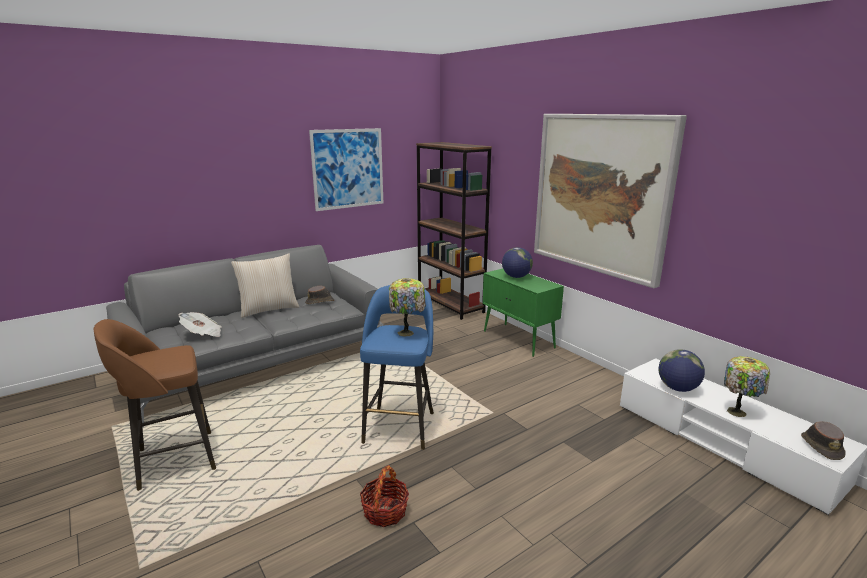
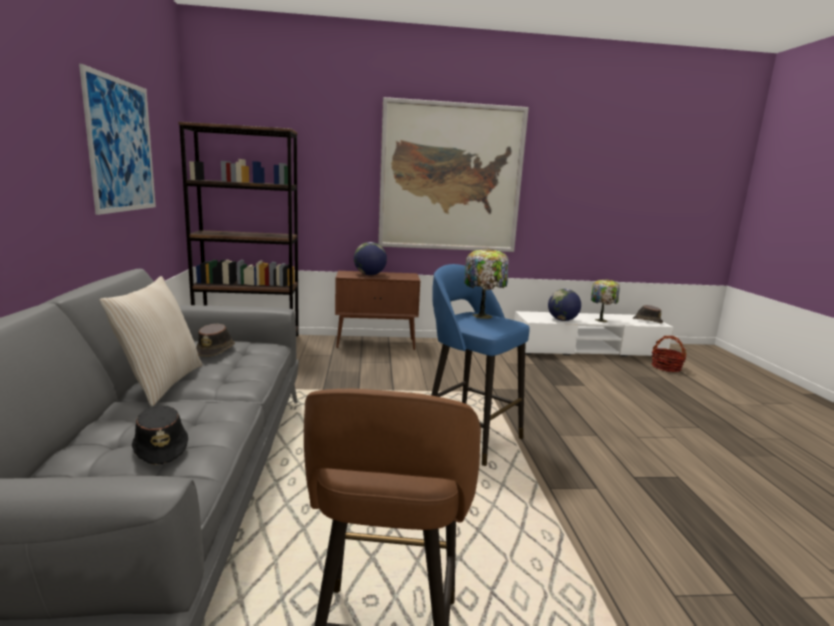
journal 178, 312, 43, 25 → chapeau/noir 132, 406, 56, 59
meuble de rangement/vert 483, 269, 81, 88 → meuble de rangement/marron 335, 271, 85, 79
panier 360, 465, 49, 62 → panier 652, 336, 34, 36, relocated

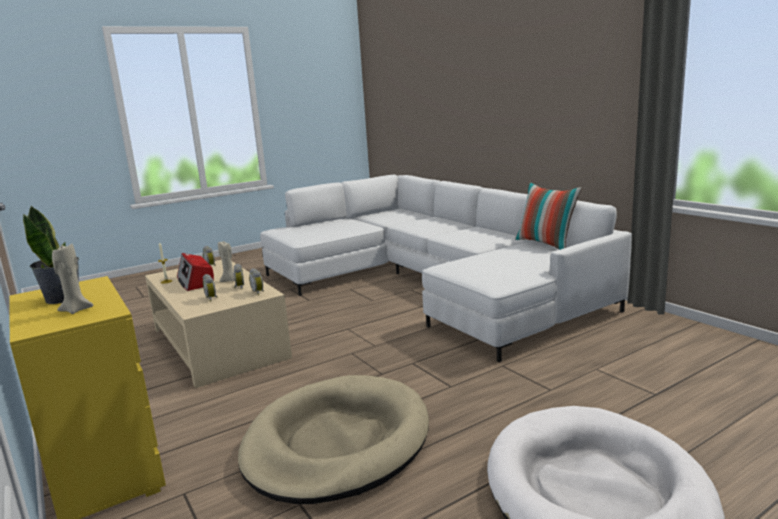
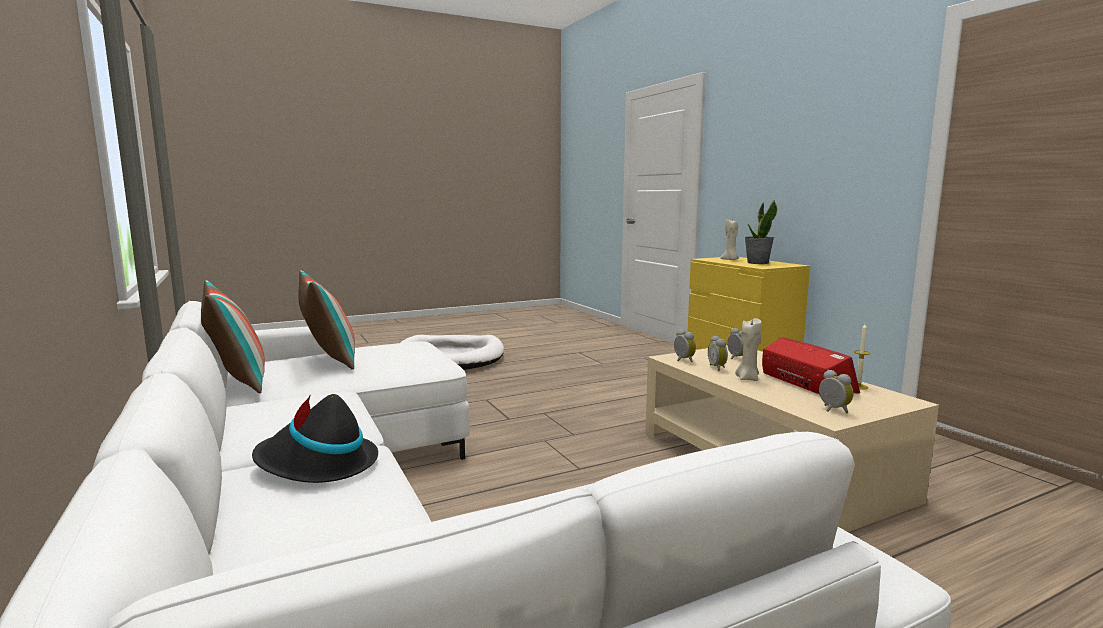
- → chapeau/noir 252, 394, 126, 89
- → coussin 298, 270, 57, 100
panier pour chien/beige 238, 375, 191, 129 → -

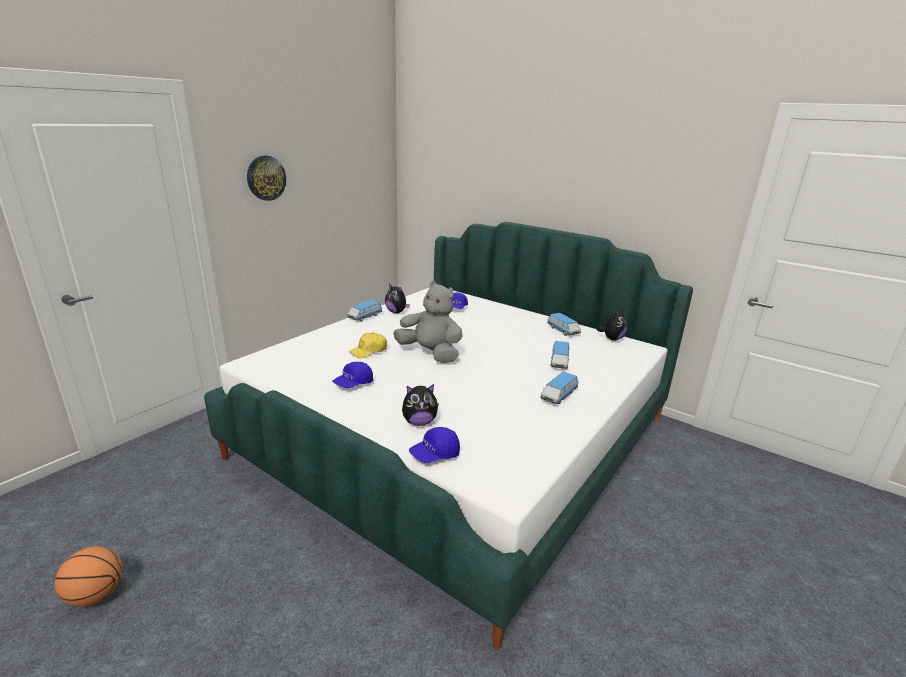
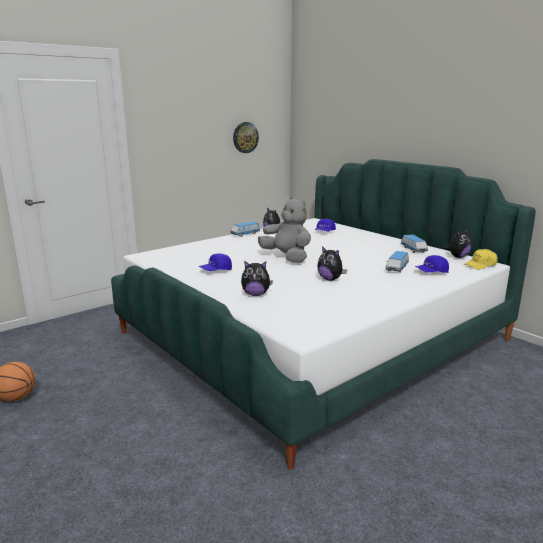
horloge murale 247, 156, 39, 45 → horloge murale 233, 122, 26, 31, relocated
- → peluche 317, 246, 30, 35
casquette/bleu 409, 427, 51, 36 → casquette/bleu 415, 255, 34, 18, relocated
casquette/jaune 349, 332, 38, 26 → casquette/jaune 464, 249, 34, 21, relocated
petite voiture 540, 372, 38, 32 → -

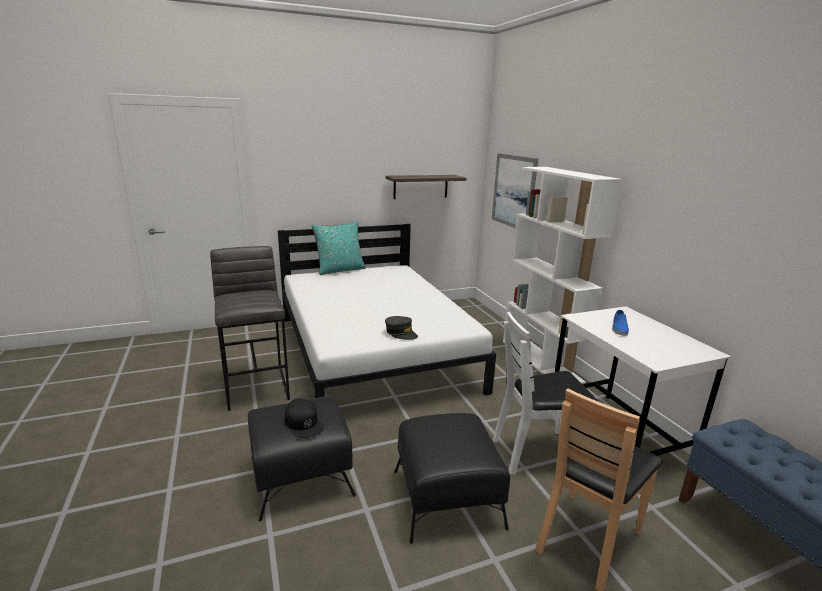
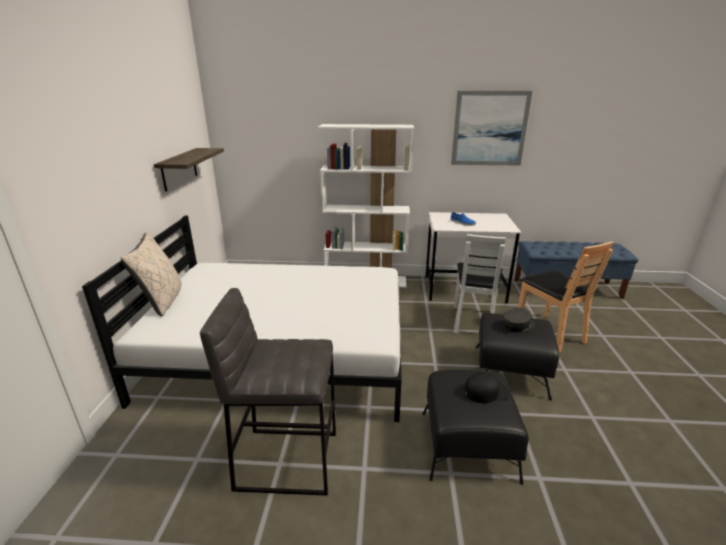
coussin/turquoise 312, 221, 53, 54 → coussin/beige 121, 232, 61, 84
tableau 492, 153, 46, 75 → tableau 451, 91, 81, 75, relocated
casquette/gris 385, 316, 33, 24 → casquette/gris 503, 308, 32, 24, relocated

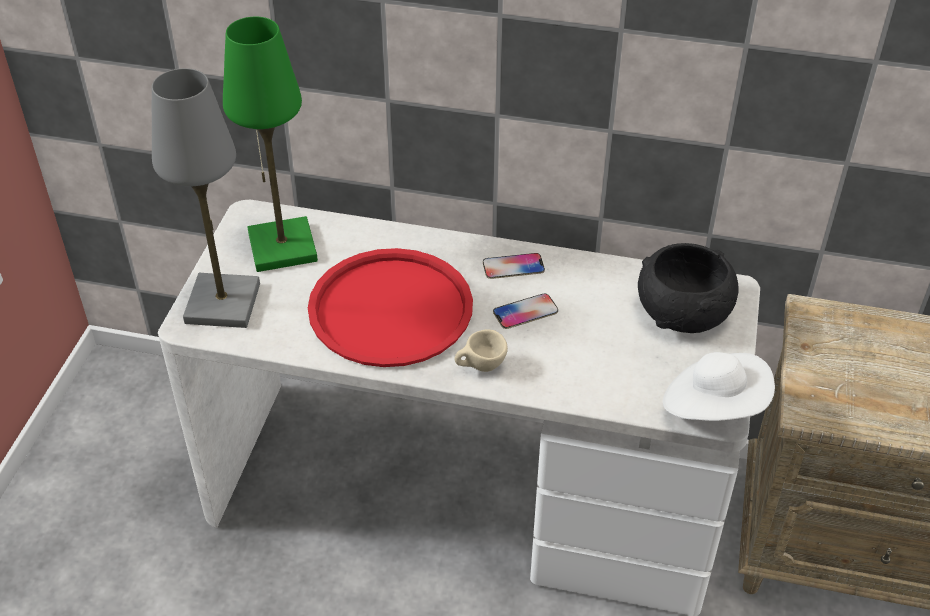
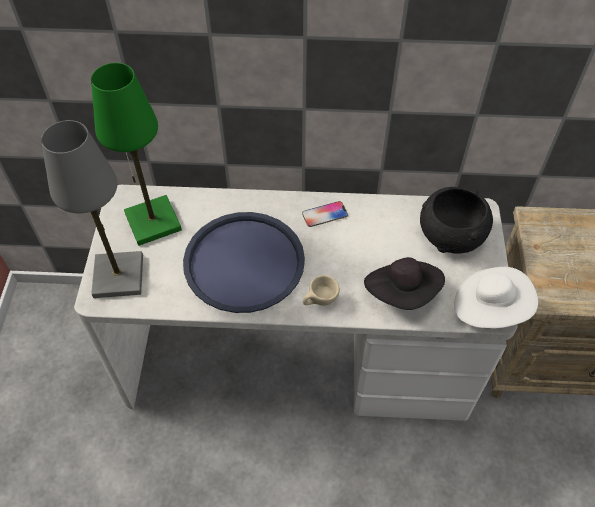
plateau/rouge 308, 248, 165, 119 → plateau/bleu 183, 212, 122, 101
- → chapeau/noir 364, 257, 81, 53
téléphone 493, 294, 65, 35 → -

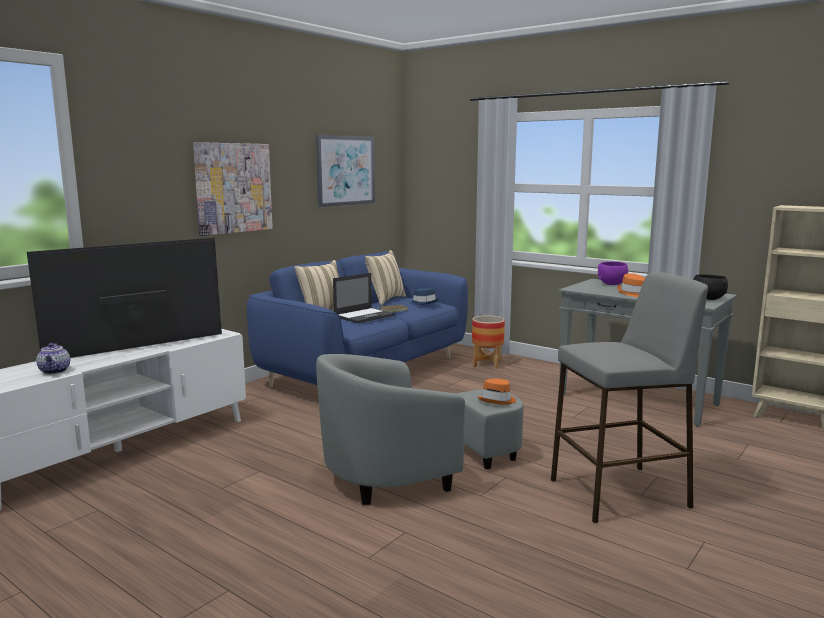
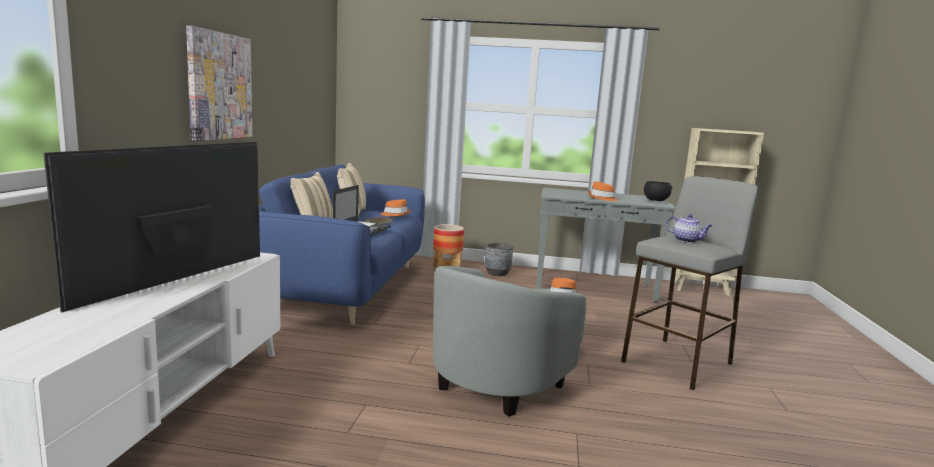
chapeau/bleu 409, 288, 30, 17 → chapeau/orange 380, 199, 30, 18
- → cache-pot/gris 484, 242, 29, 34
théière 36, 343, 34, 31 → théière 666, 214, 47, 29, relocated
tableau 316, 135, 59, 72 → -
bol/violet 598, 262, 30, 23 → -

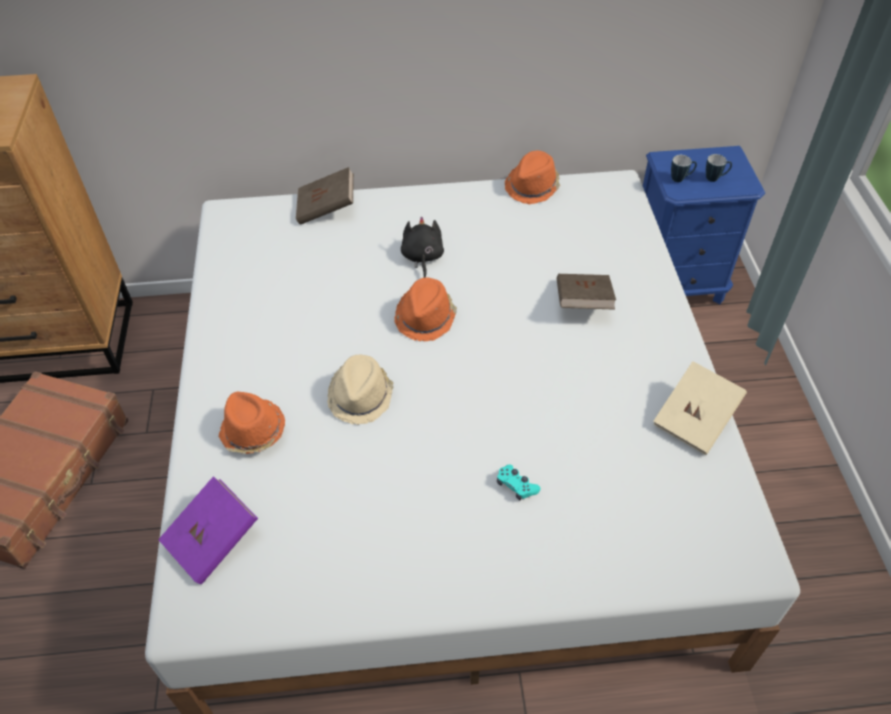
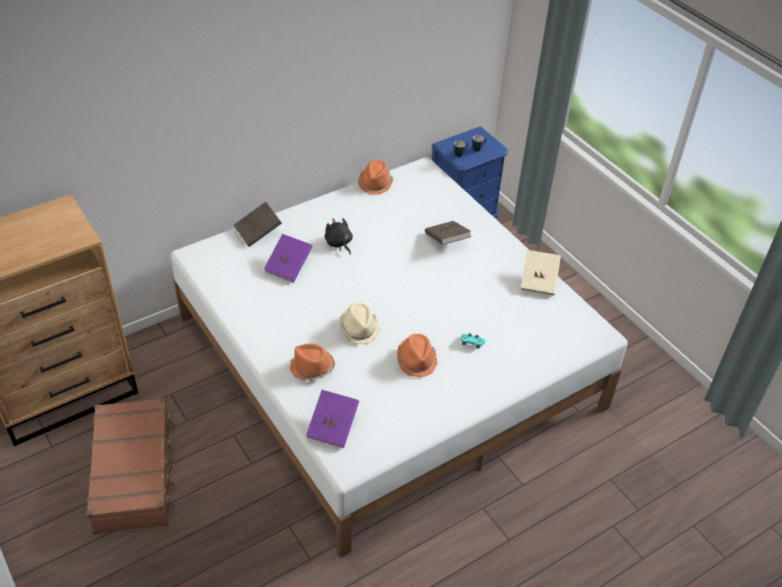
- → livre/violet 264, 234, 48, 49
chapeau/orange 394, 277, 63, 64 → chapeau/orange 397, 334, 41, 44, relocated

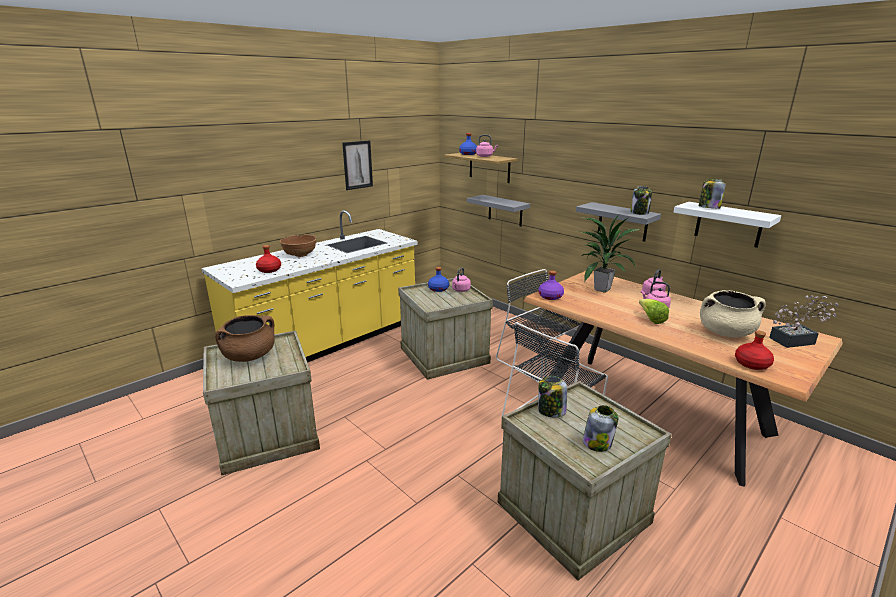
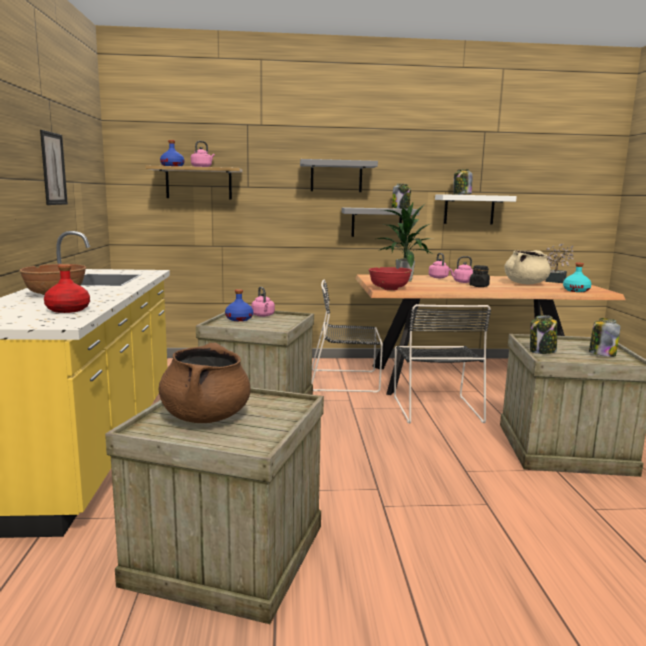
étagère/gris 467, 195, 63, 32 → étagère/gris 300, 159, 78, 33, relocated
bouteille/violet 538, 270, 26, 30 → bol/rouge 369, 267, 43, 23
laitue 639, 299, 30, 25 → bocal/noir 469, 265, 21, 22
bouteille/rouge 735, 331, 39, 39 → bouteille/turquoise 563, 263, 28, 29

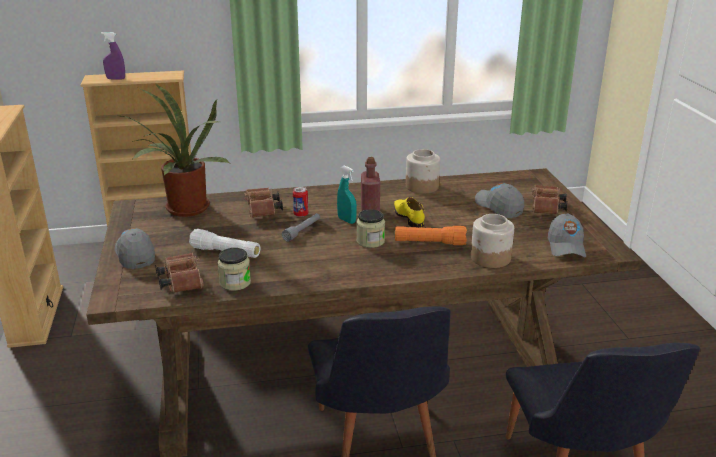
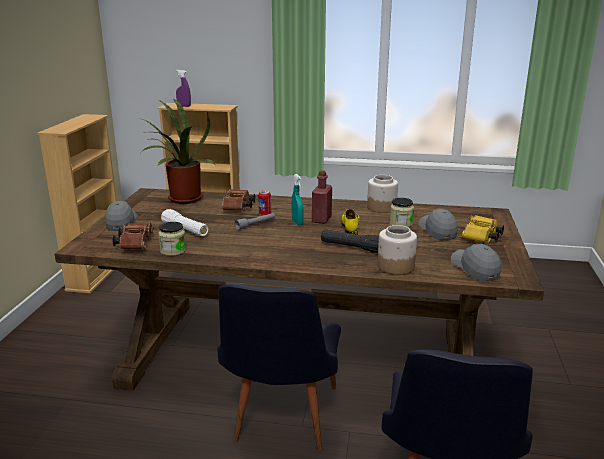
lampe de poche/orange 395, 226, 72, 19 → lampe de poche/noir 321, 229, 58, 24
bocal 356, 209, 29, 39 → bocal 390, 198, 24, 29, relocated
casquette/gris 547, 213, 39, 44 → casquette/gris 451, 244, 50, 37, 135 degrees clockwise
jumelles/marron 532, 185, 36, 29 → jumelles/jaune 462, 215, 42, 28

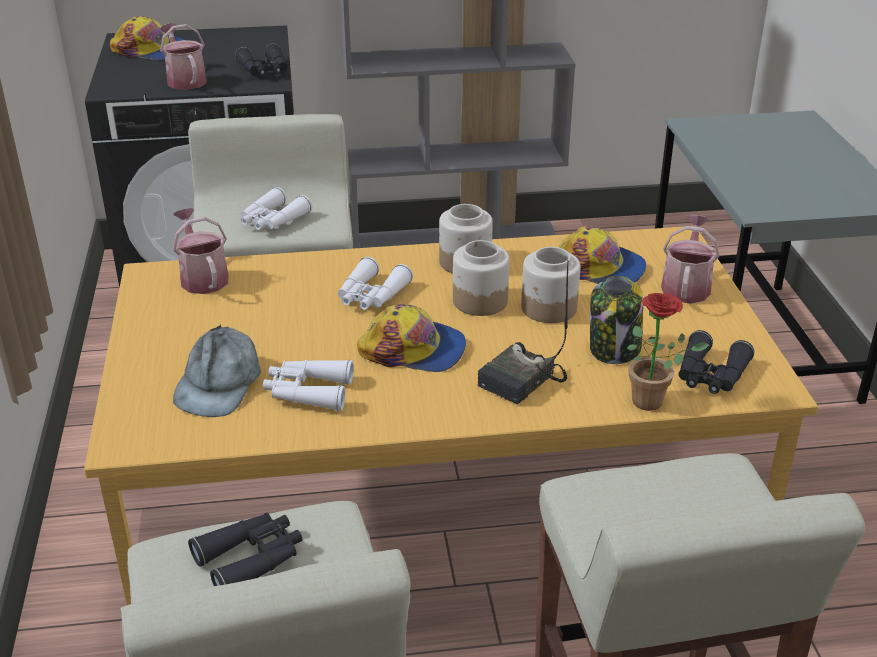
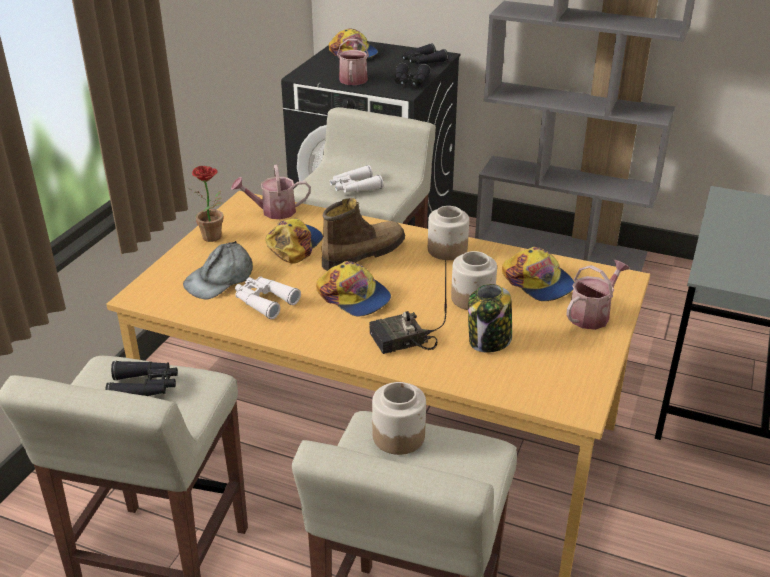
plante en pot 627, 293, 82, 118 → plante en pot 188, 166, 35, 76, relocated
arrosoir 173, 208, 56, 86 → arrosoir 231, 165, 80, 54, 105 degrees counterclockwise
- → casquette 265, 218, 58, 45
jumelles/blanc 338, 257, 75, 53 → botte 321, 198, 84, 73
bocal 453, 240, 57, 76 → bocal 372, 382, 54, 73, relocated
jumelles/noir 678, 330, 76, 64 → jumelles/noir 402, 43, 47, 21, relocated

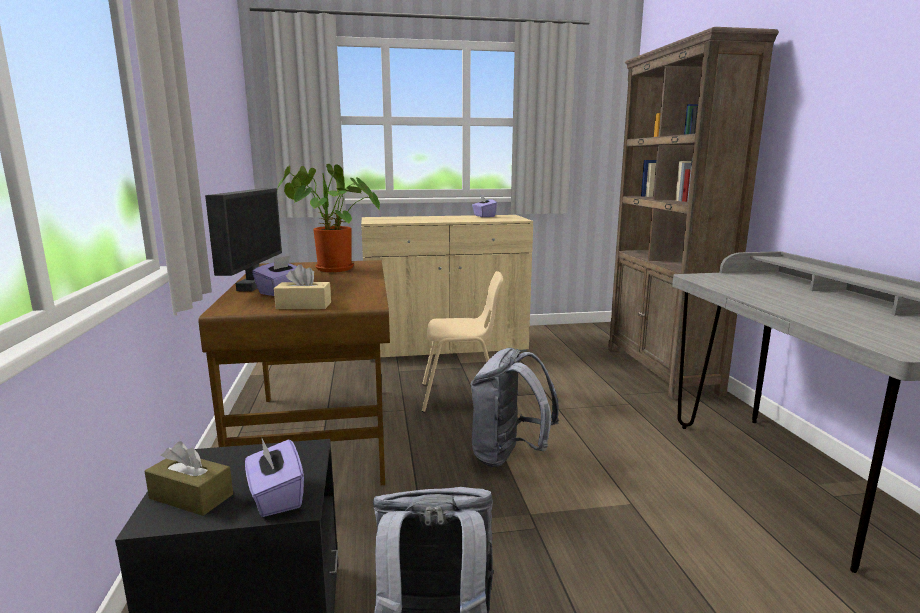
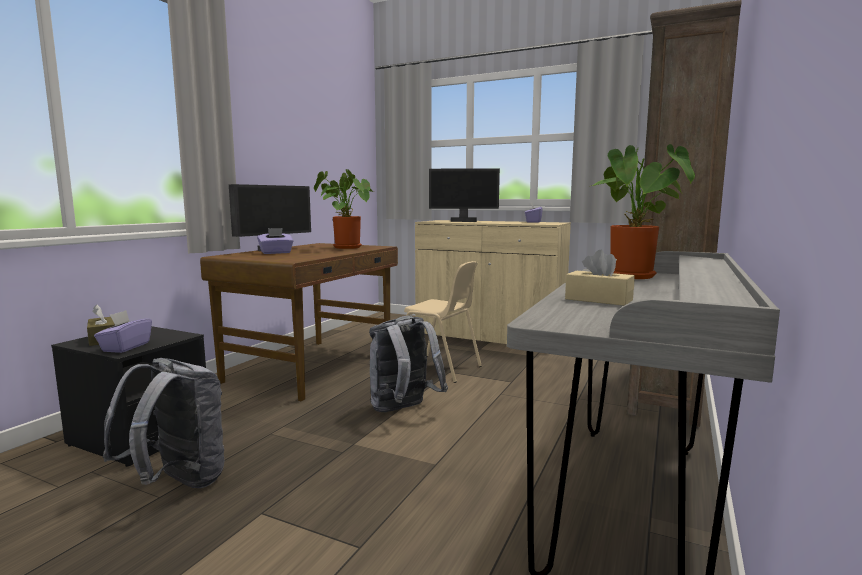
- → écran d'ordinateur 429, 168, 71, 54
boîte à mouchoirs/beige 274, 264, 57, 45 → boîte à mouchoirs/beige 565, 250, 70, 56, relocated
- → plante en pot 592, 144, 103, 135

